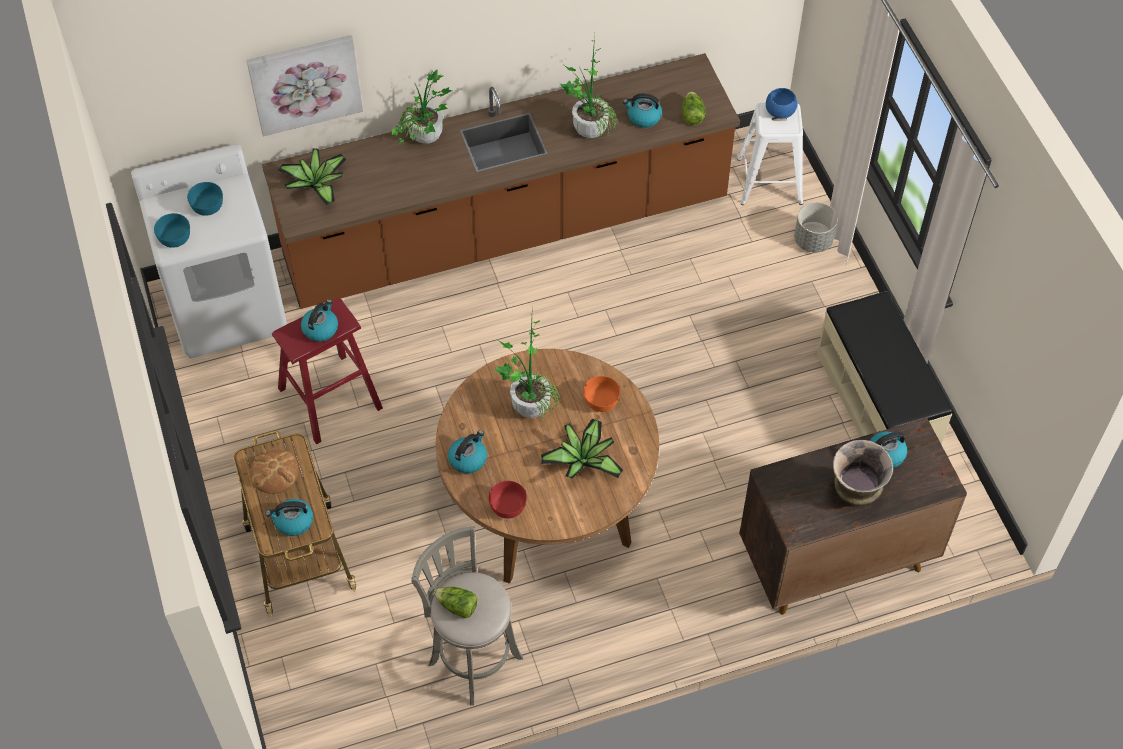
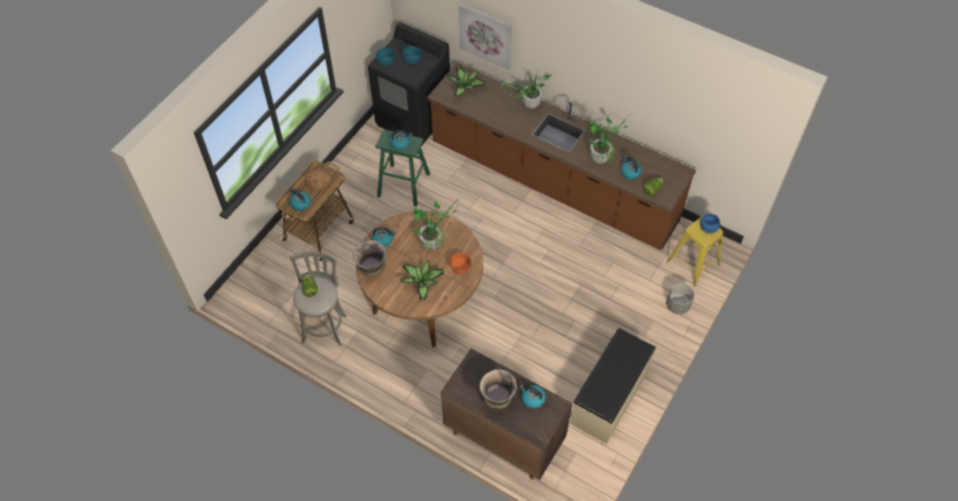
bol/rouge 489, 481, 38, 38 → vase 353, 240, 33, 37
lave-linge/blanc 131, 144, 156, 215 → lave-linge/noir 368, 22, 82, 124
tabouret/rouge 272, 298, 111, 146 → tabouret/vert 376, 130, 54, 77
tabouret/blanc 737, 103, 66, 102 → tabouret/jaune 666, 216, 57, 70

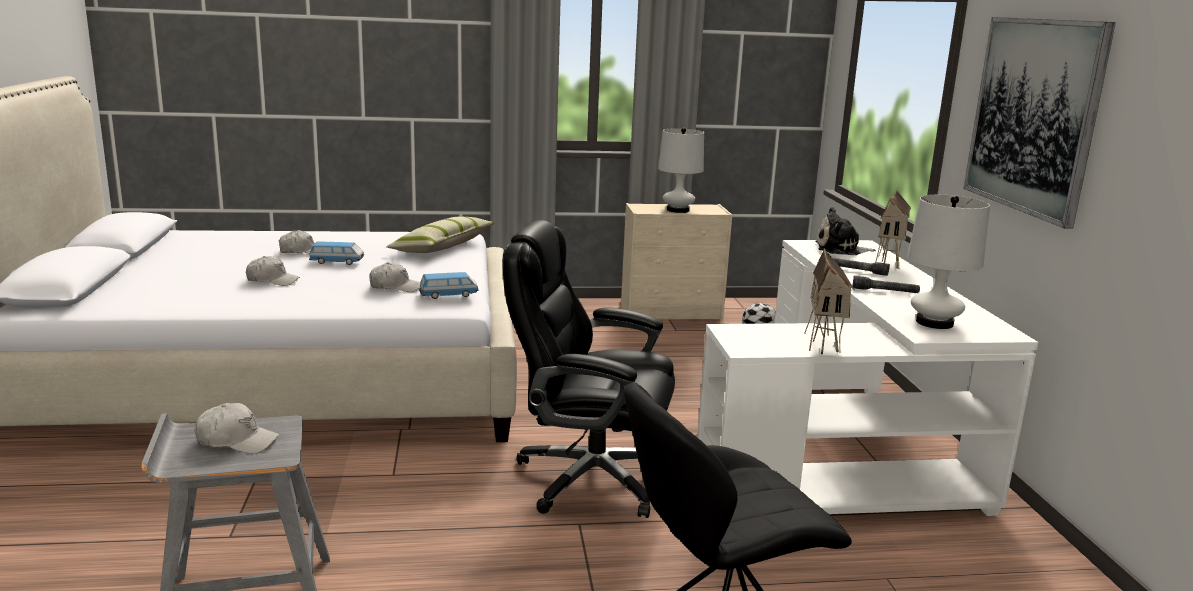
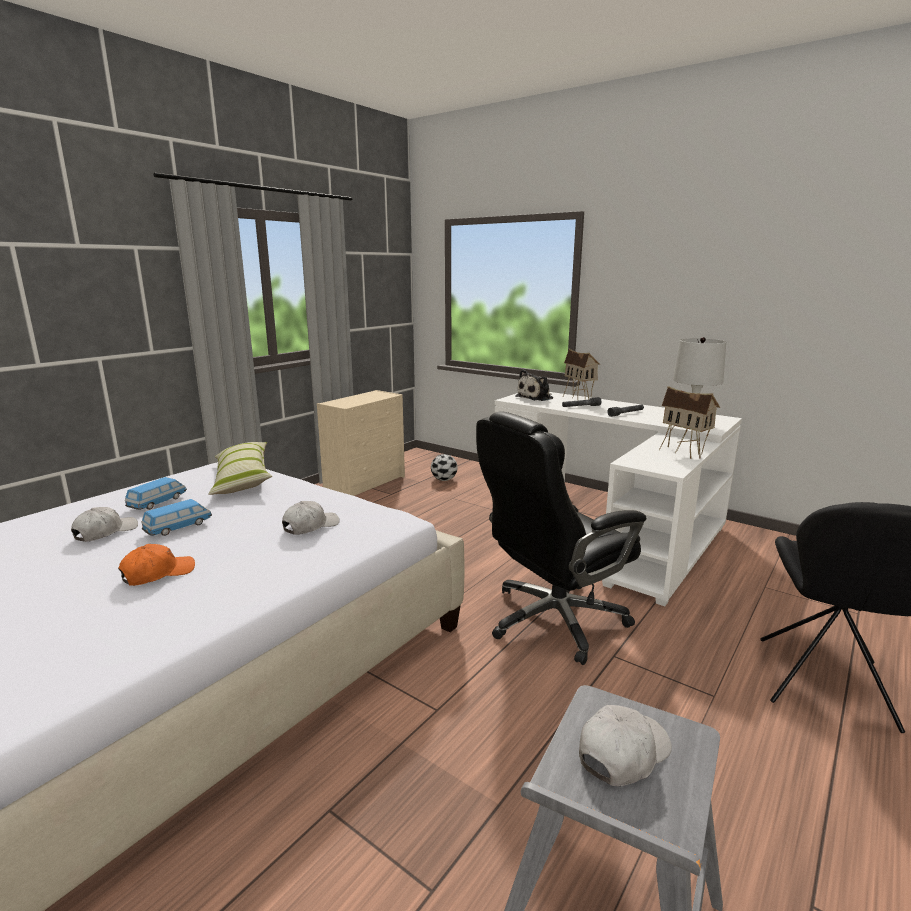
casquette/blanc 246, 256, 54, 30 → casquette/orange 118, 544, 77, 42
petite voiture 419, 272, 59, 27 → petite voiture 125, 477, 62, 33, relocated
lampe de table/blanc 658, 128, 46, 85 → -
tableau 963, 17, 153, 212 → -

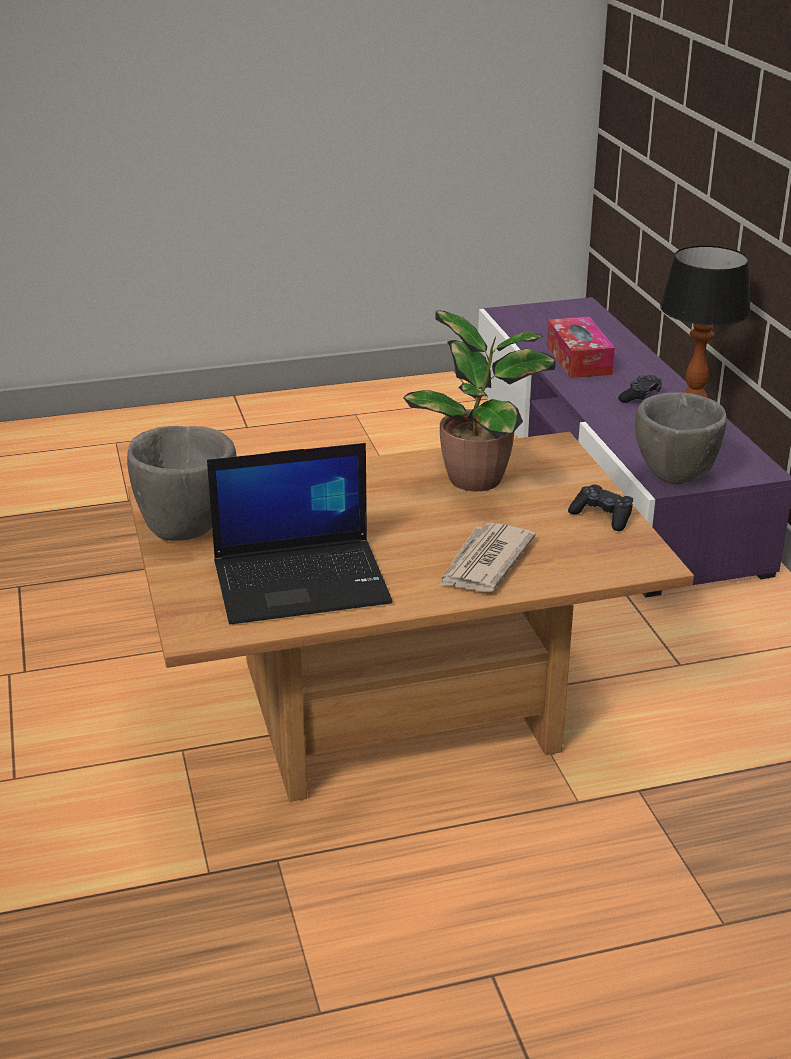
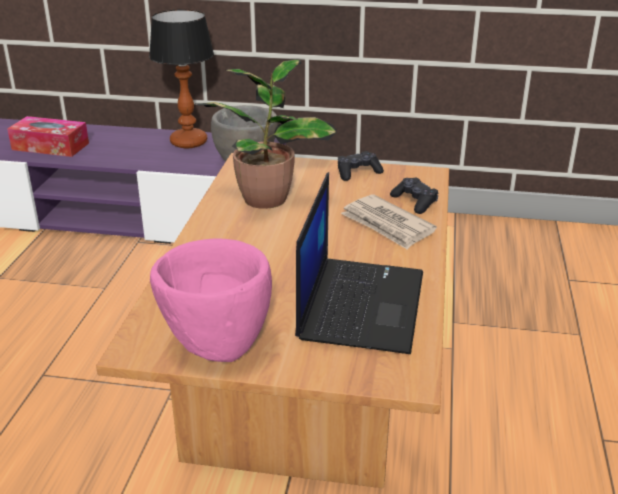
bol/gris 127, 426, 110, 115 → bol/rose 150, 238, 122, 124
manette/noir 618, 375, 44, 28 → manette/noir 390, 177, 48, 37, relocated

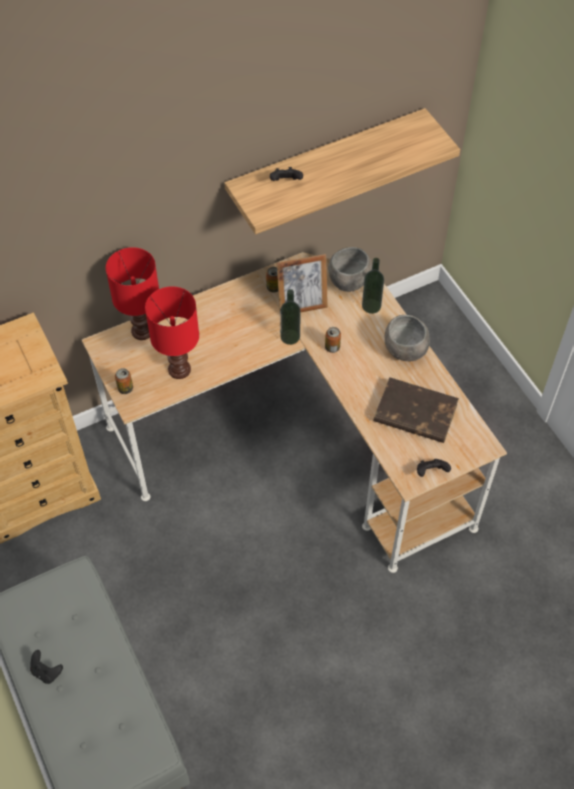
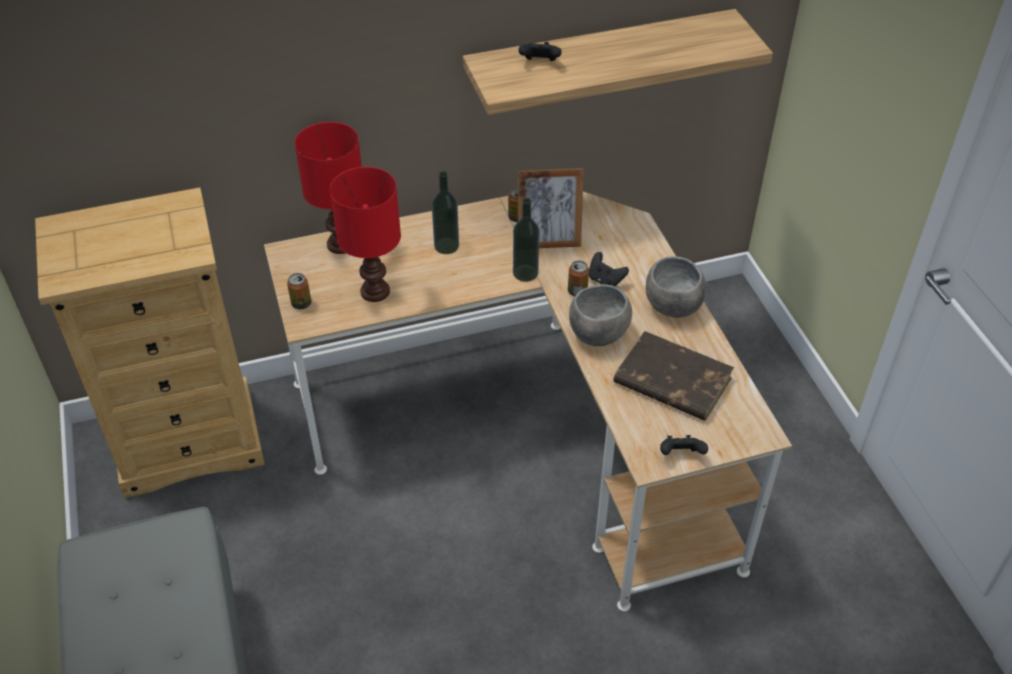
bouteille 362, 258, 22, 56 → bouteille 432, 171, 27, 83, relocated
bol/gris 328, 247, 44, 45 → bol/gris 569, 284, 63, 62, relocated
manette/noir 30, 650, 33, 34 → manette/noir 589, 252, 40, 35, relocated

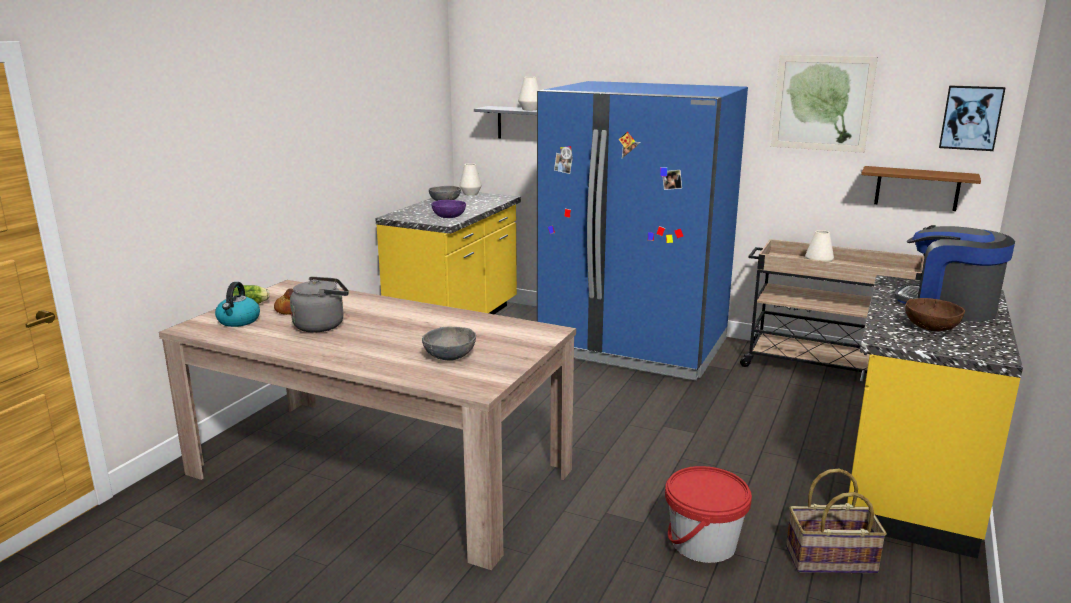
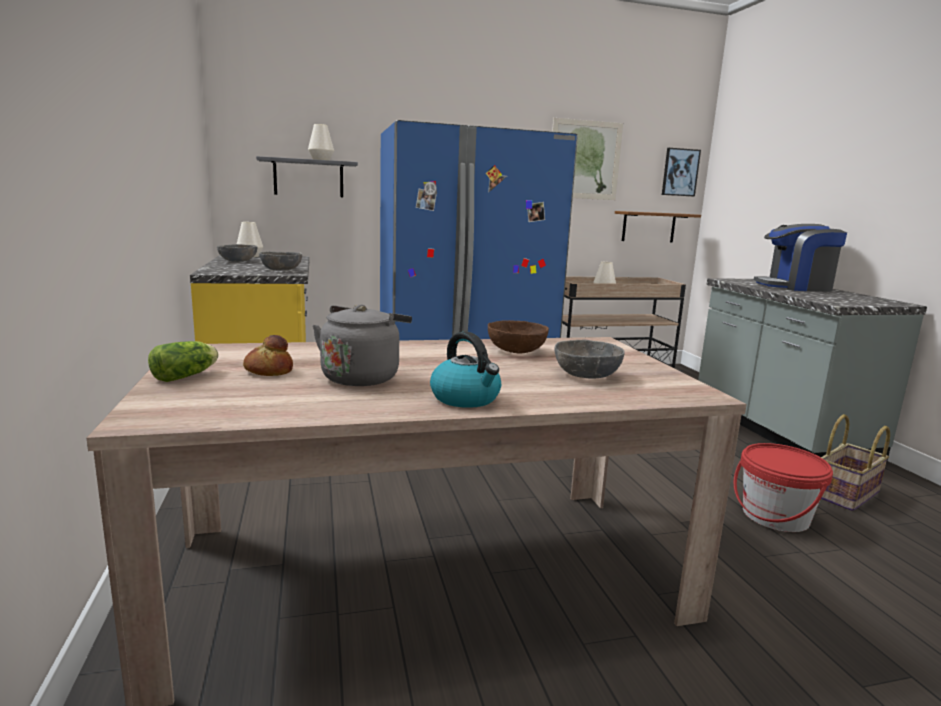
bol/violet 431, 200, 35, 18 → bol/gris 259, 252, 43, 19
bouilloire 215, 282, 45, 45 → bouilloire 430, 332, 71, 76, relocated
bol/marron 905, 298, 60, 33 → bol/marron 488, 320, 61, 34, relocated
comptoir de cuisine/jaune 847, 275, 176, 284 → comptoir de cuisine/gris 698, 278, 229, 185

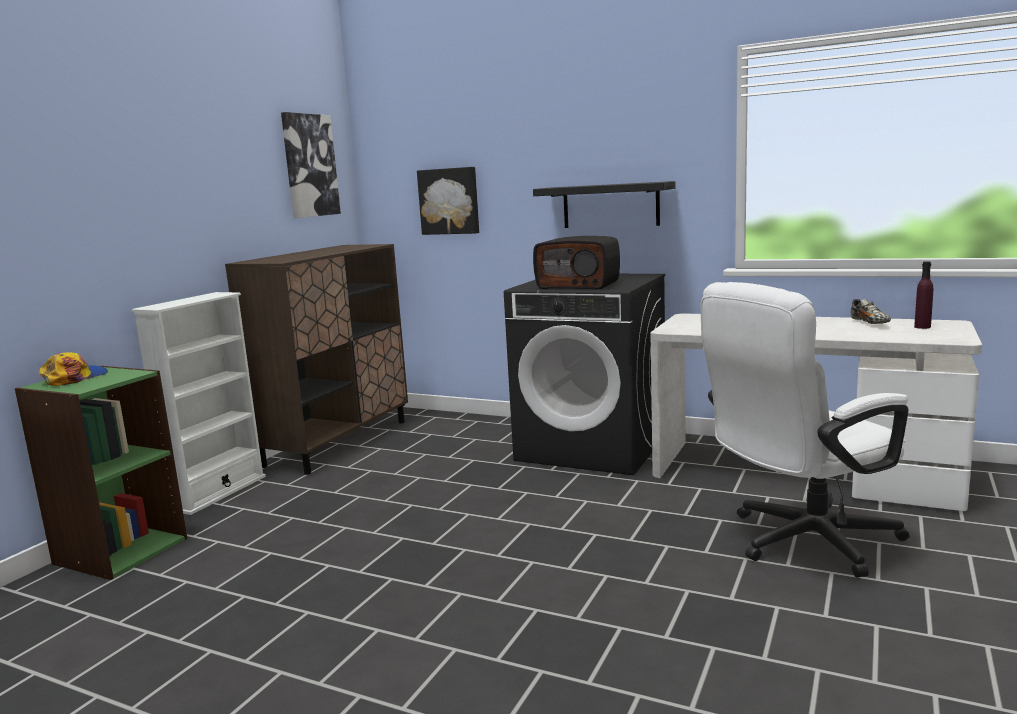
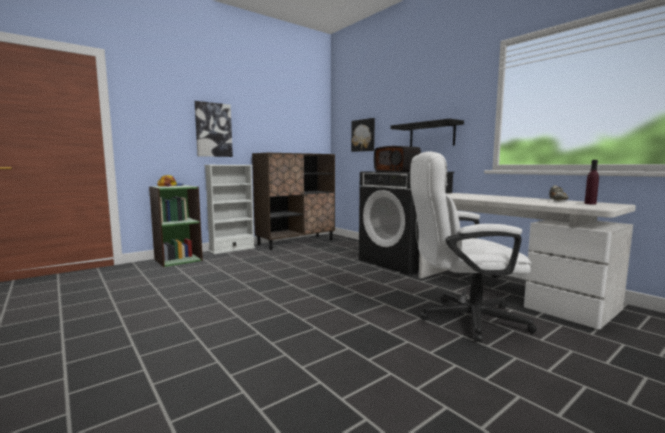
tableau 281, 112, 60, 106 → tableau 195, 101, 38, 56, relocated

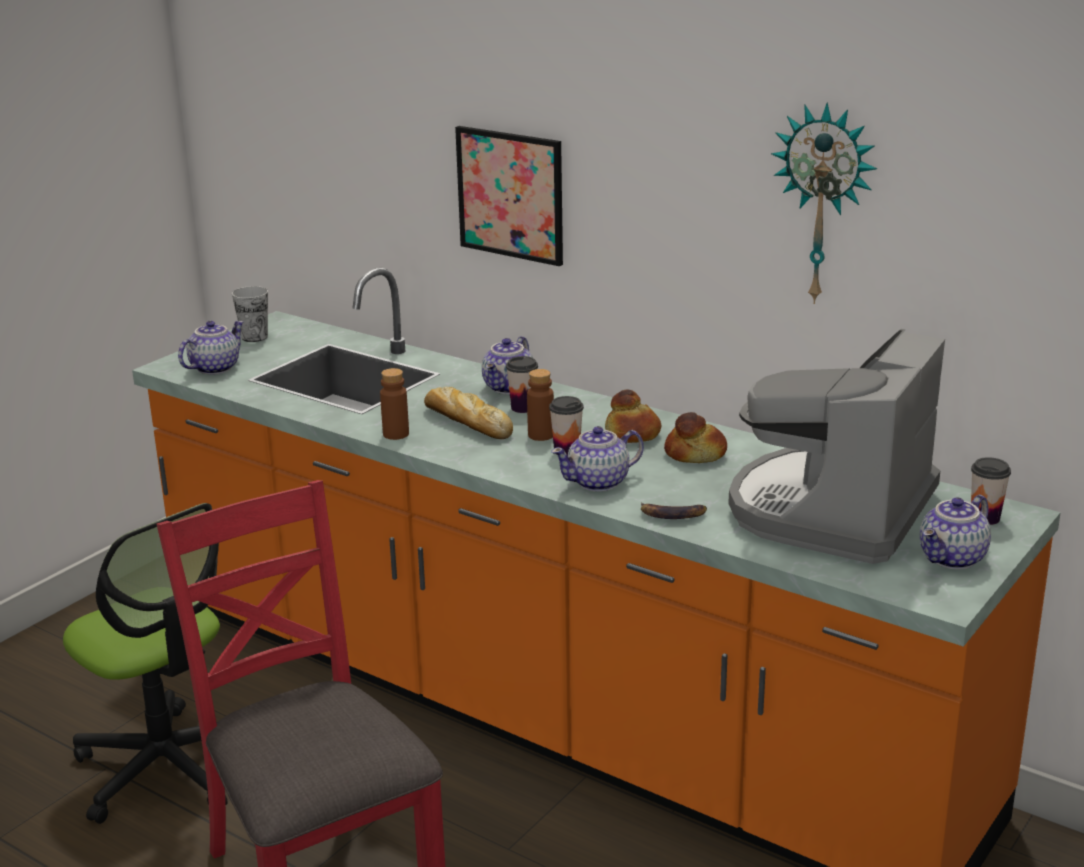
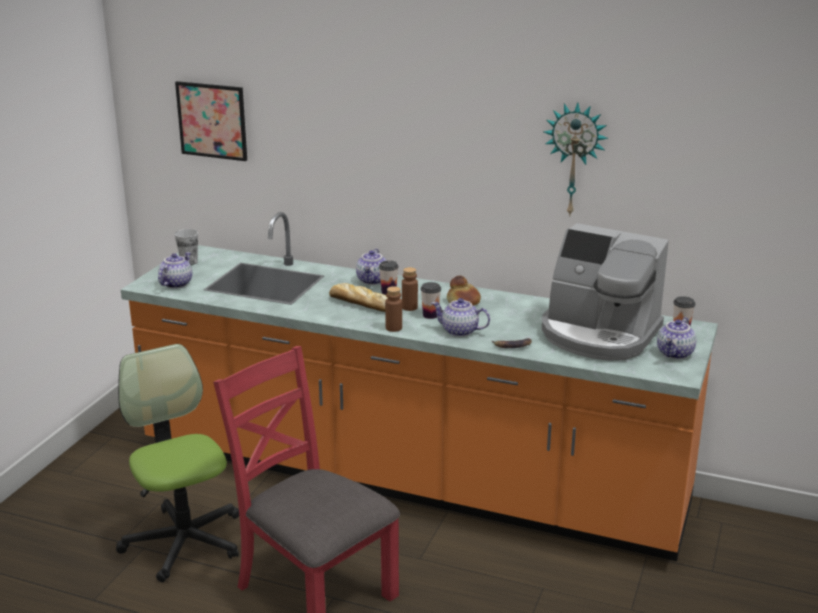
chaise de bureau 63, 503, 165, 321 → chaise de bureau 116, 344, 123, 239, 150 degrees counterclockwise
tableau 455, 126, 108, 140 → tableau 175, 81, 72, 80, relocated
bouteille/marron 380, 368, 29, 72 → bouteille/marron 385, 286, 17, 46, relocated
théière 551, 426, 93, 66 → théière 431, 298, 59, 39, 60 degrees clockwise
machine à café 728, 329, 217, 235 → machine à café 542, 223, 127, 138, 75 degrees counterclockwise
pain 664, 412, 63, 51 → -

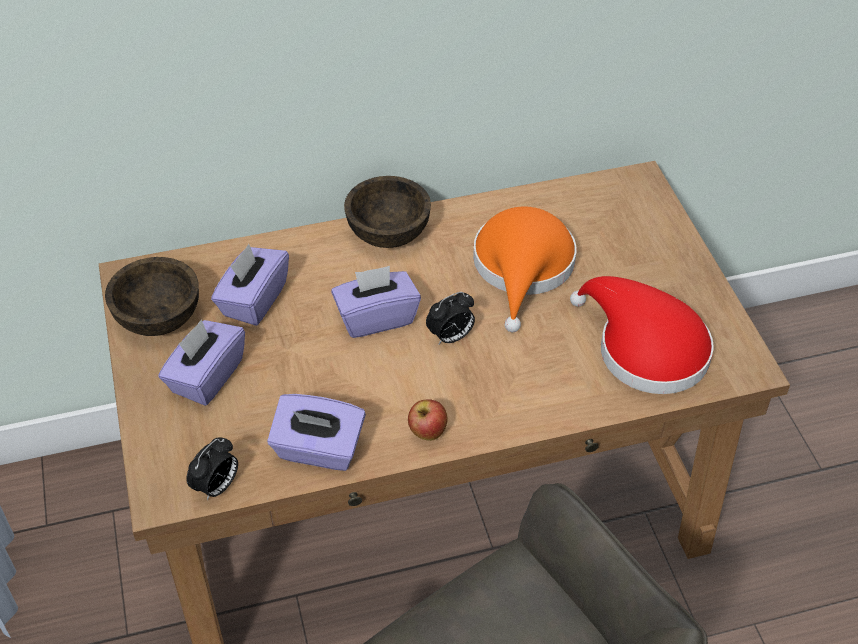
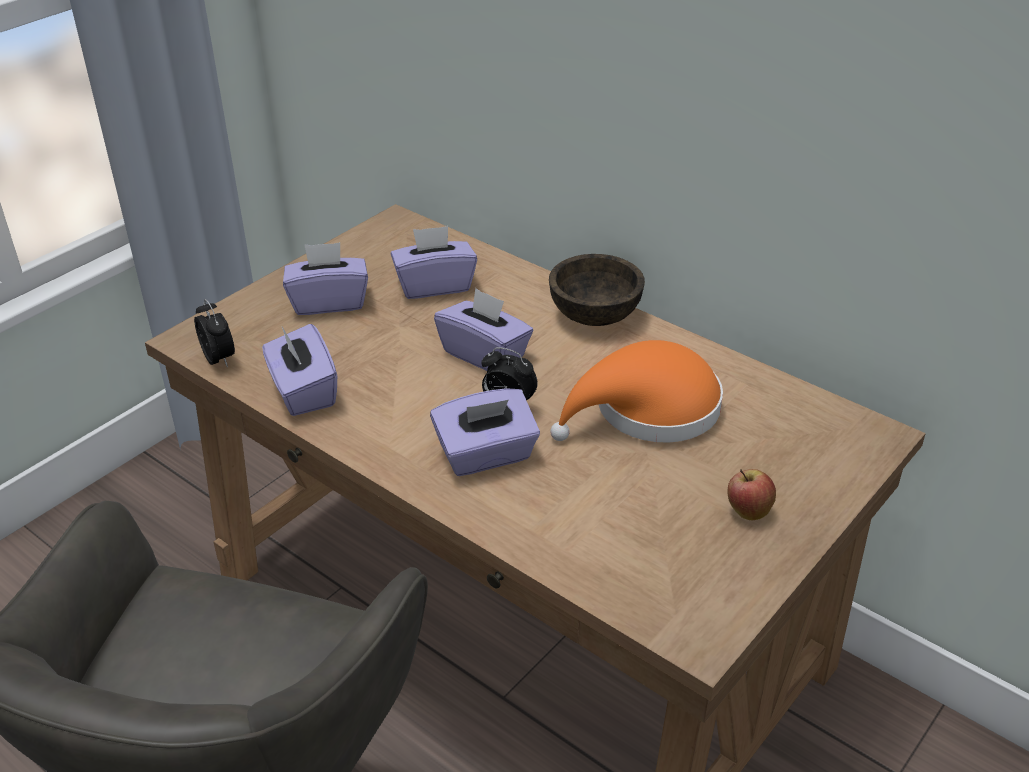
réveil 186, 437, 52, 63 → réveil 194, 299, 41, 69, 120 degrees counterclockwise
- → boîte à mouchoirs/violet 430, 388, 110, 88
pomme 408, 399, 40, 42 → pomme 727, 469, 49, 51, relocated
bol/marron 105, 257, 94, 79 → -
chapeau/rouge 570, 276, 144, 118 → -

